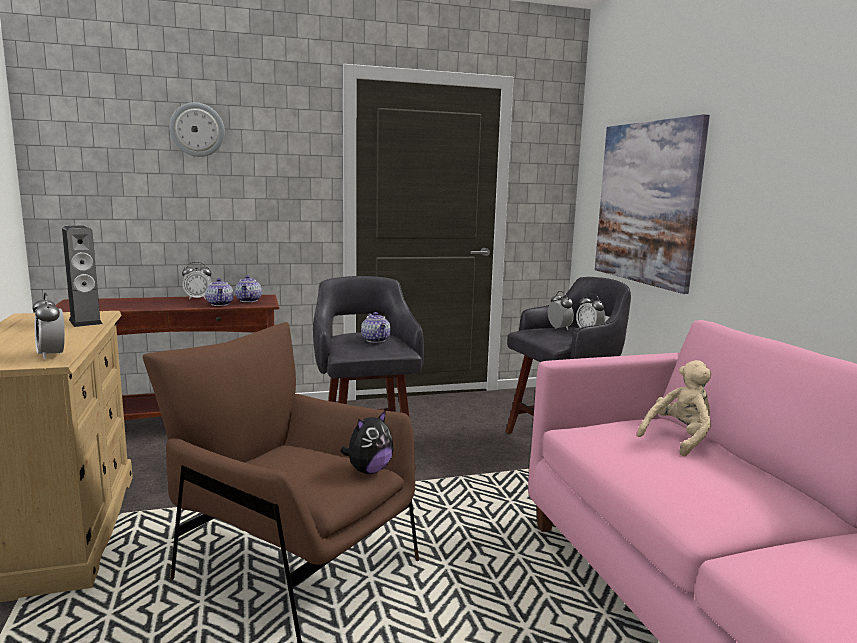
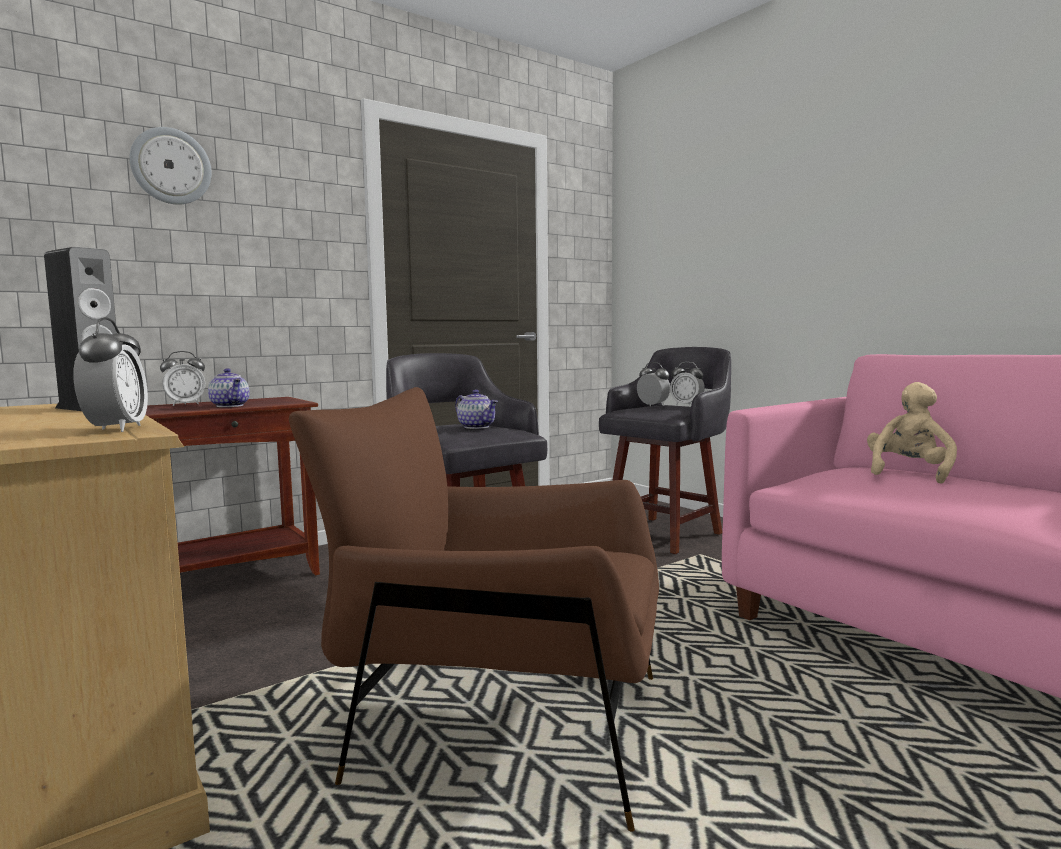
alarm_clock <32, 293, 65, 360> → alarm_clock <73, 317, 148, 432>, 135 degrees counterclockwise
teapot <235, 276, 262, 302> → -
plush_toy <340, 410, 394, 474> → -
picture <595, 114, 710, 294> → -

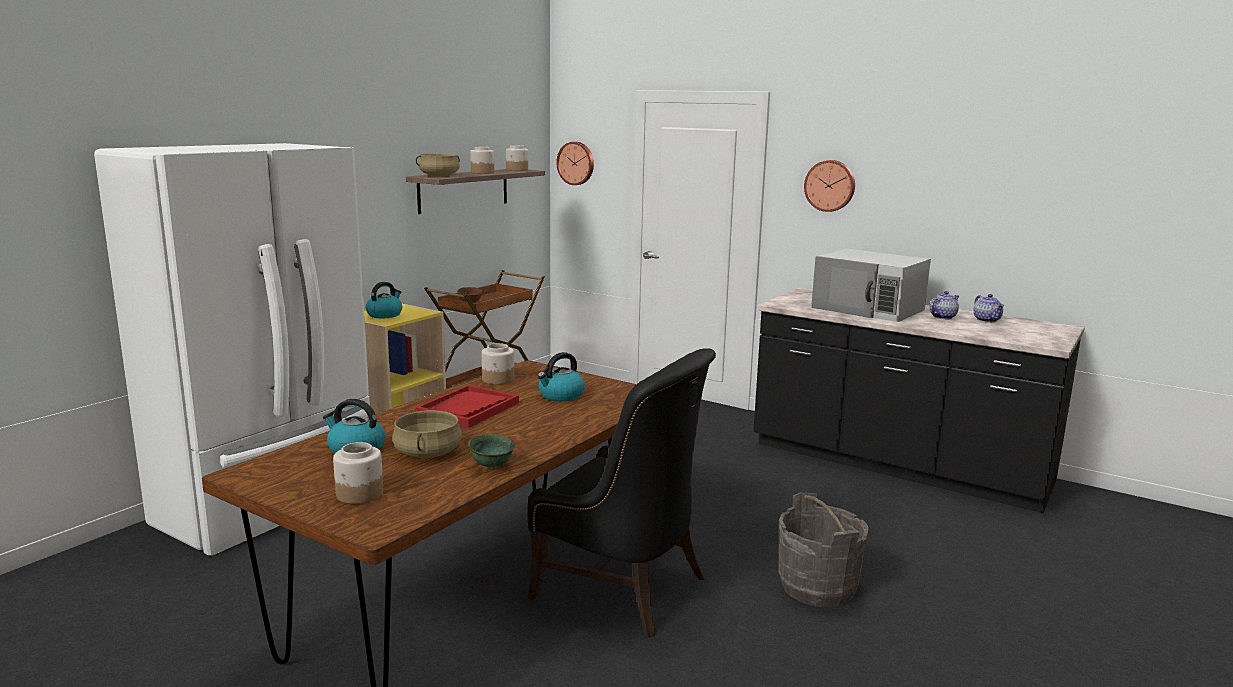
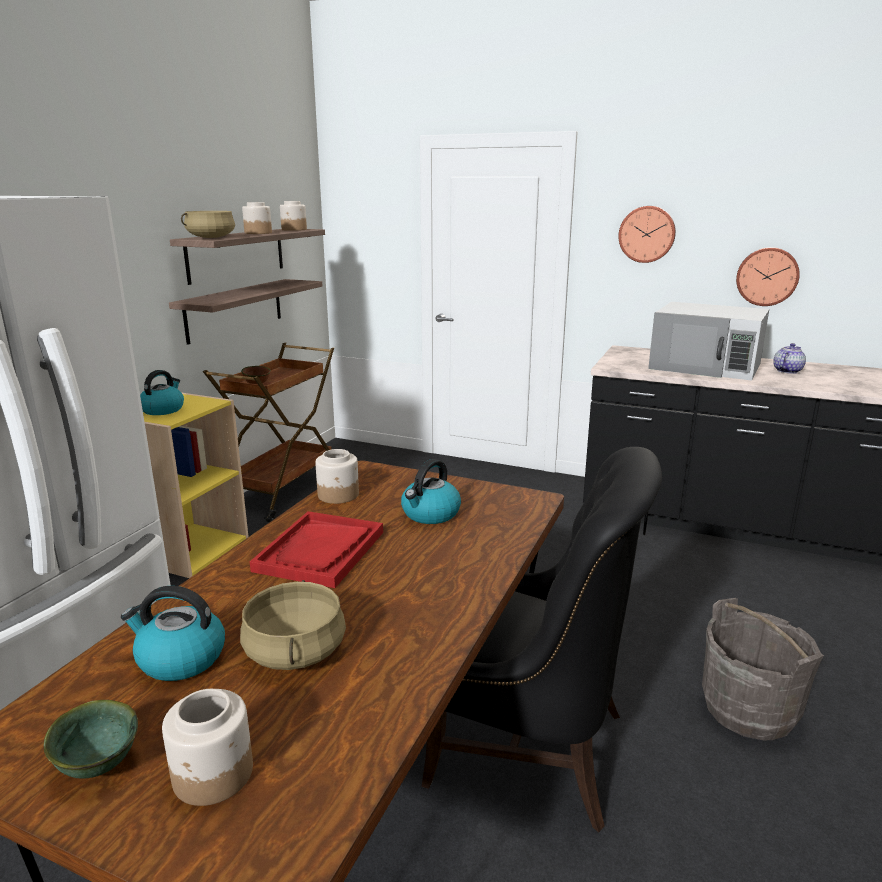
green_bowl <469, 434, 515, 469> → green_bowl <44, 700, 138, 779>, moved
wall_clock <556, 142, 594, 185> → wall_clock <736, 247, 800, 306>, moved
teapot <973, 294, 1004, 323> → -
- → shelf <169, 279, 322, 345>

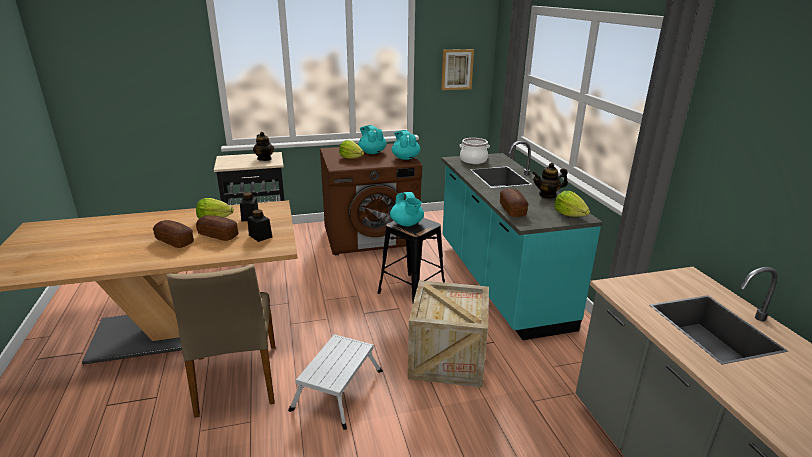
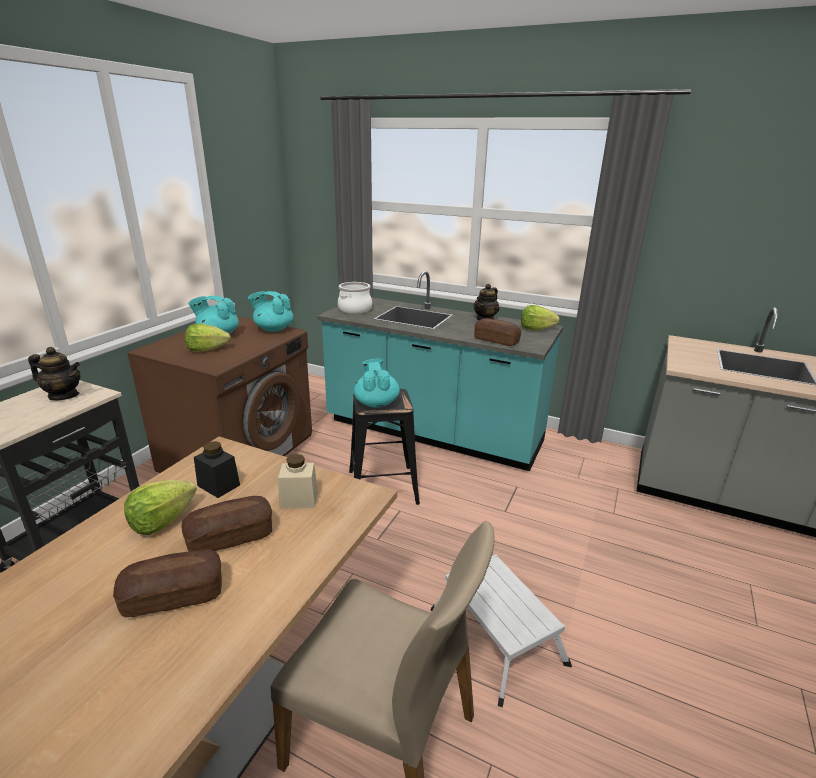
black_jar <247, 209, 272, 242> → beige_jar <278, 454, 318, 509>
turquoise_teapot <390, 192, 424, 226> → turquoise_teapot <354, 358, 400, 407>, 120 degrees counterclockwise
crate <408, 280, 489, 388> → -
picture <441, 49, 474, 90> → -

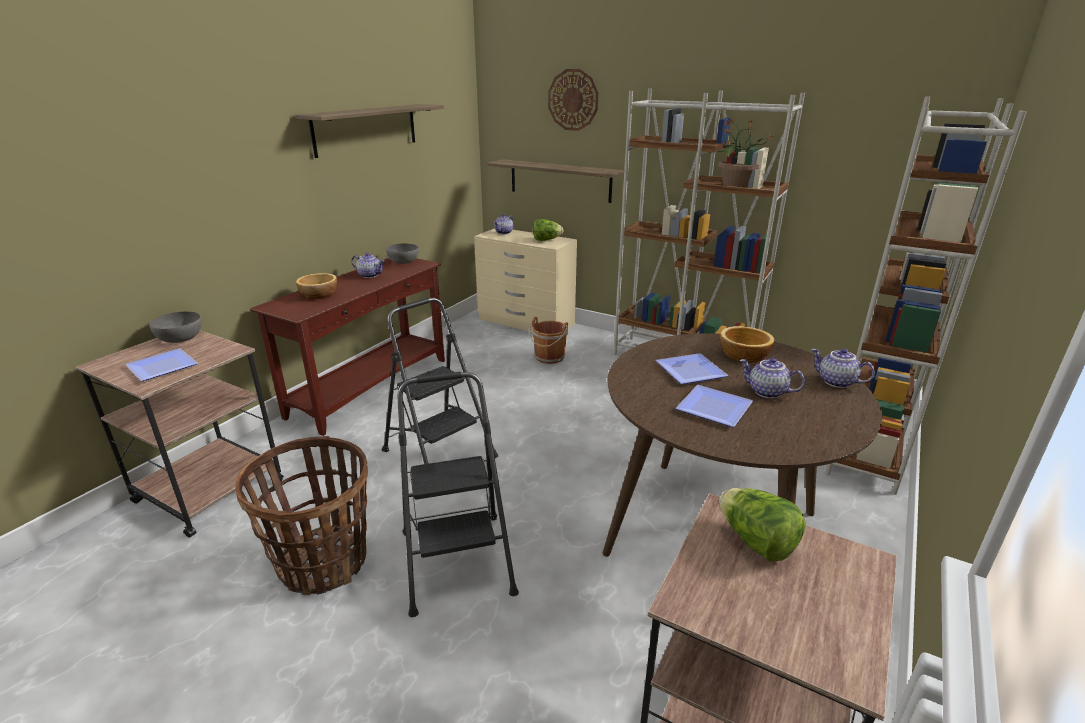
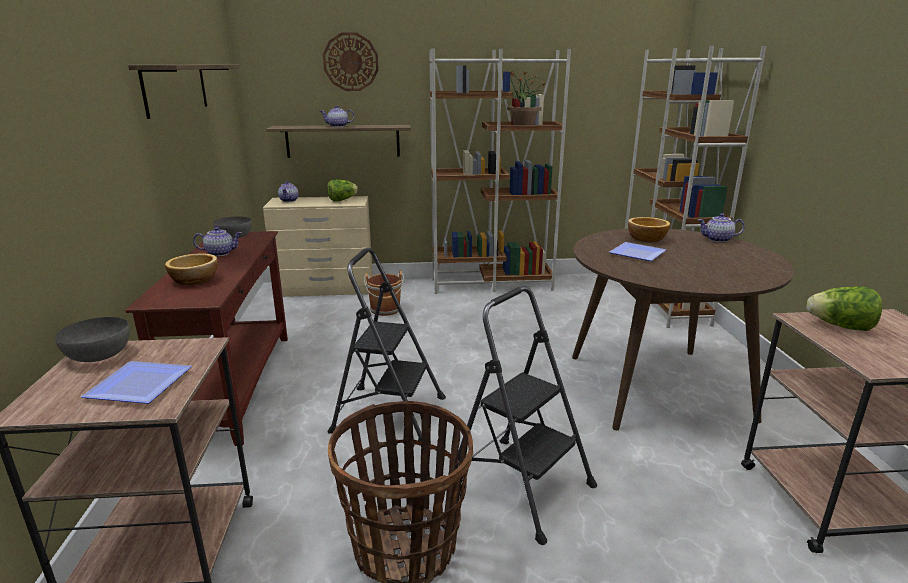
plate <676, 385, 753, 427> → -
teapot <740, 358, 805, 398> → teapot <320, 105, 355, 127>, moved

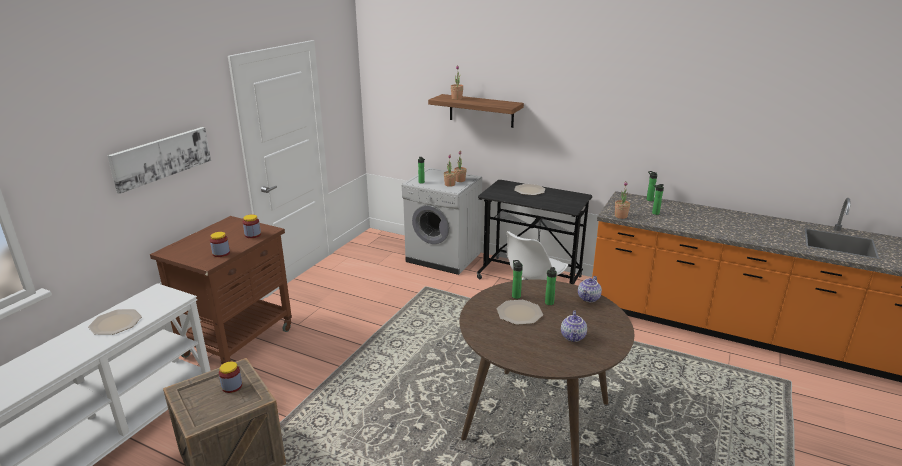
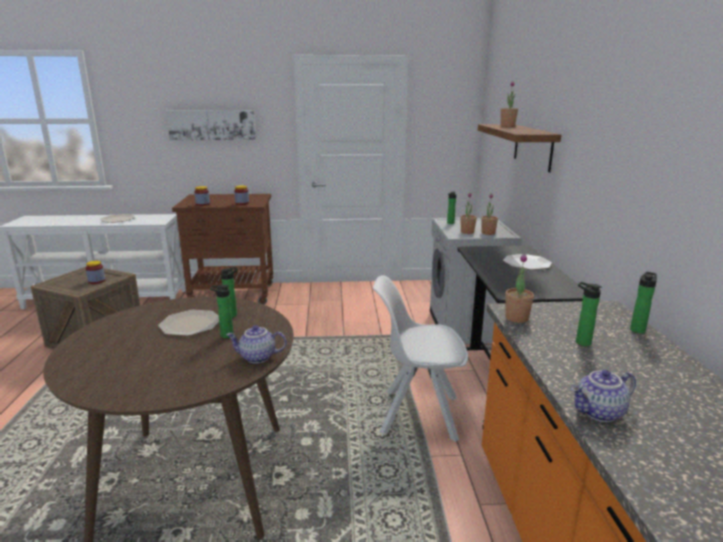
teapot <561, 310, 587, 342> → teapot <571, 370, 636, 422>, moved

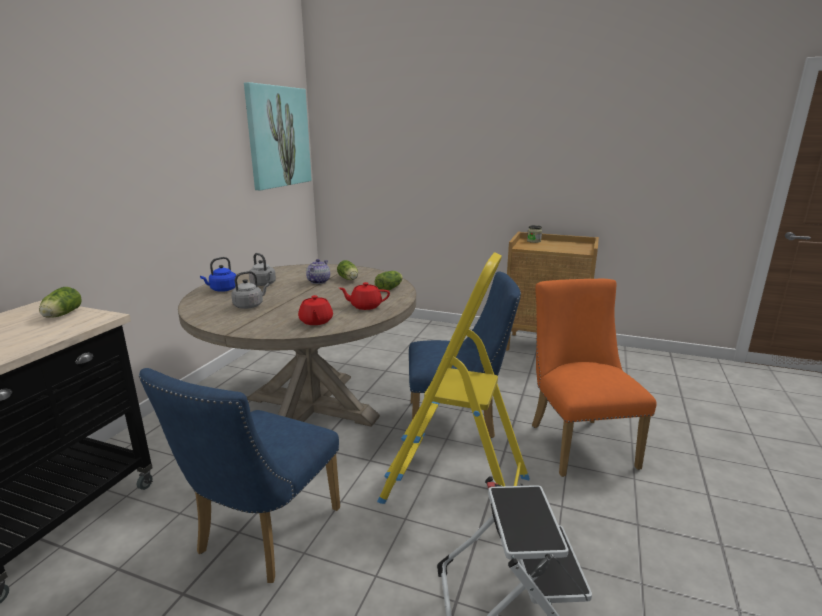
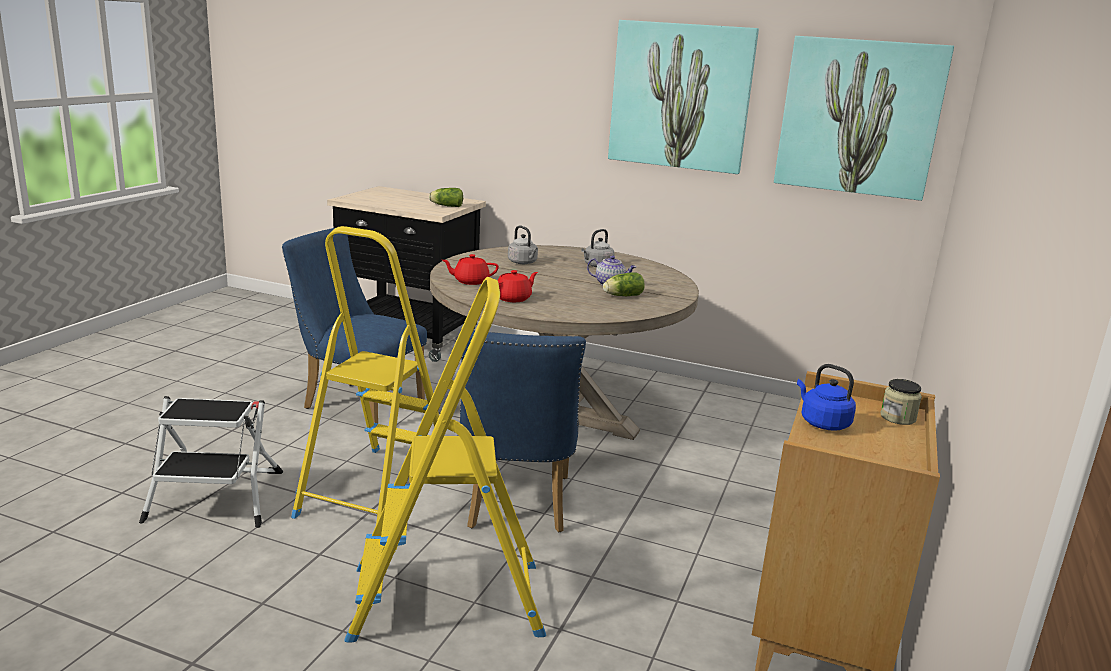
blue_kettle <200, 257, 236, 292> → blue_kettle <797, 364, 856, 431>, moved
red_teapot <339, 282, 390, 310> → red_teapot <498, 270, 538, 302>, 45 degrees clockwise
lettuce <375, 271, 403, 291> → -
orange_chair <532, 279, 657, 477> → yellow_step_ladder <344, 277, 546, 643>
- → picture <608, 20, 759, 174>

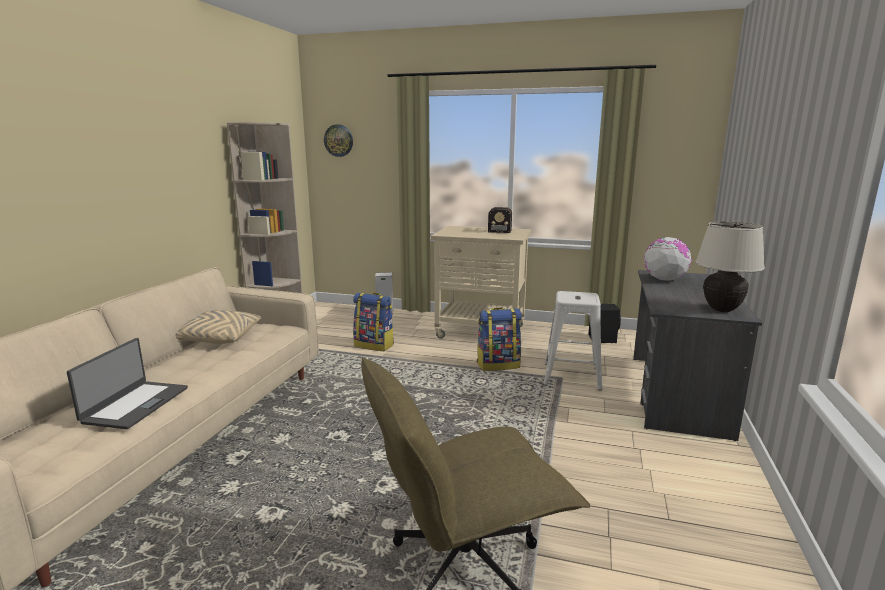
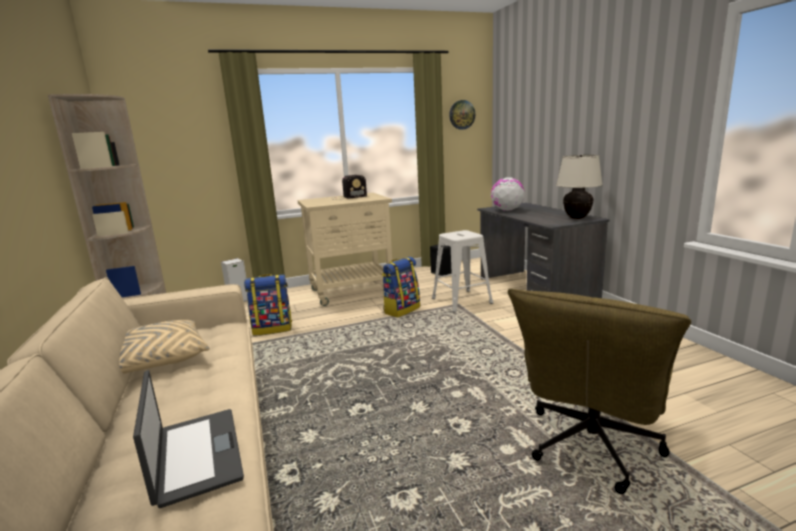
wall_clock <324, 125, 353, 157> → wall_clock <449, 100, 475, 130>, moved

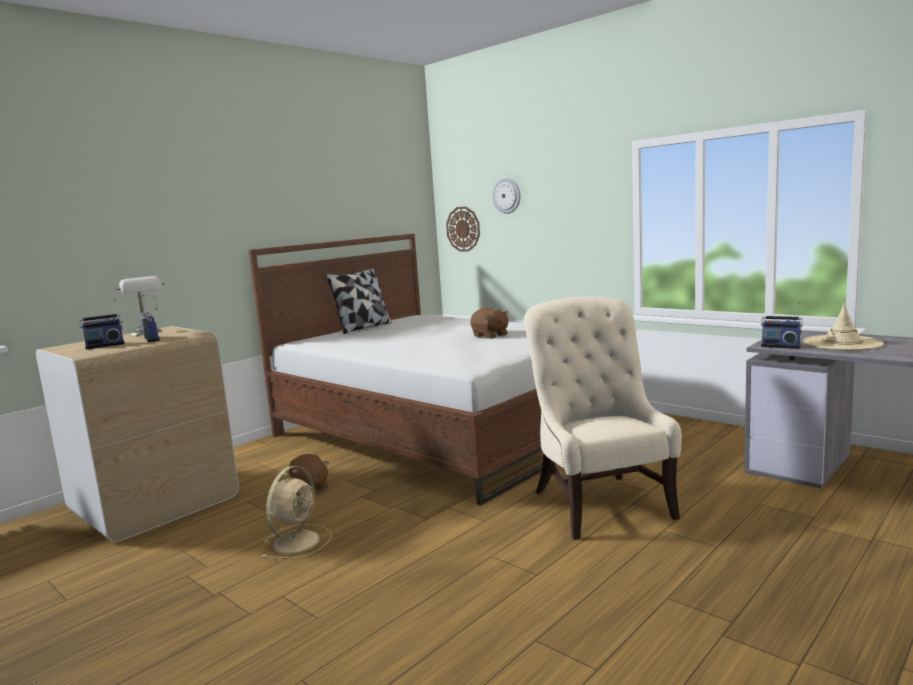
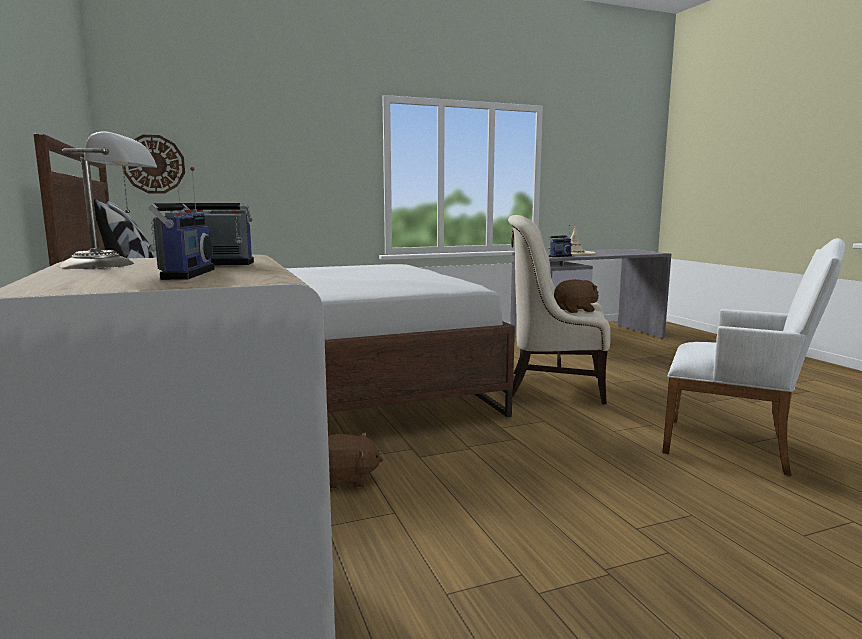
beige_fan <261, 466, 332, 559> → -
brown_plush_toy <470, 308, 508, 339> → brown_plush_toy <554, 279, 599, 313>, moved
wall_clock <492, 178, 520, 214> → -
- → white_armchair <662, 238, 845, 476>

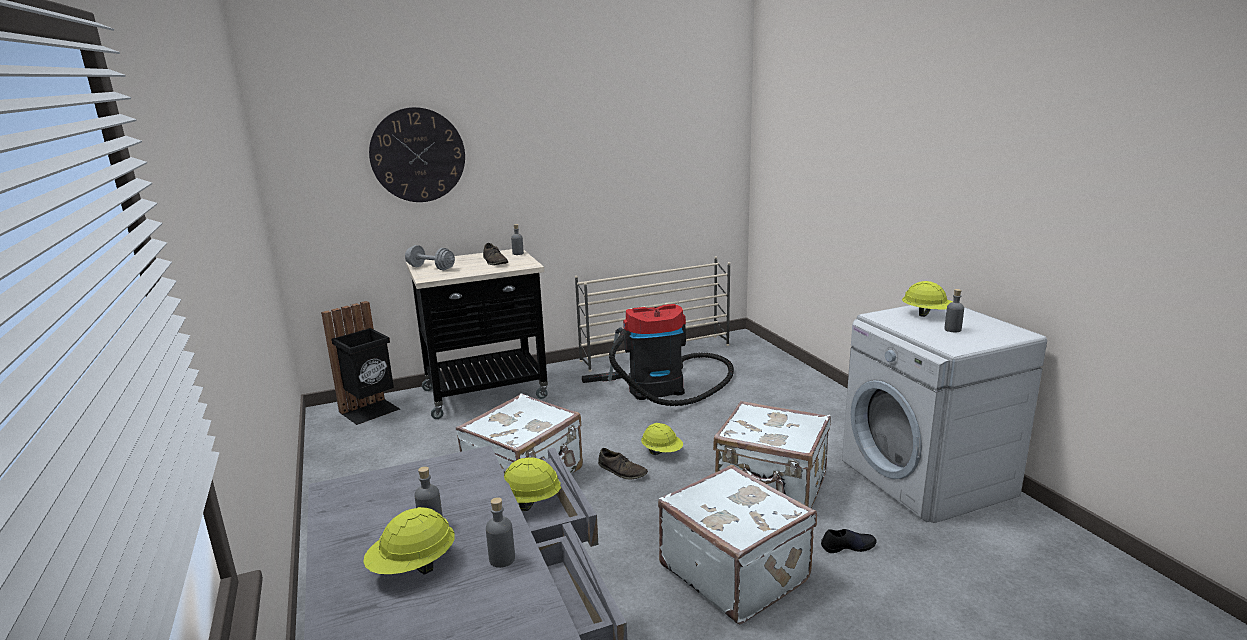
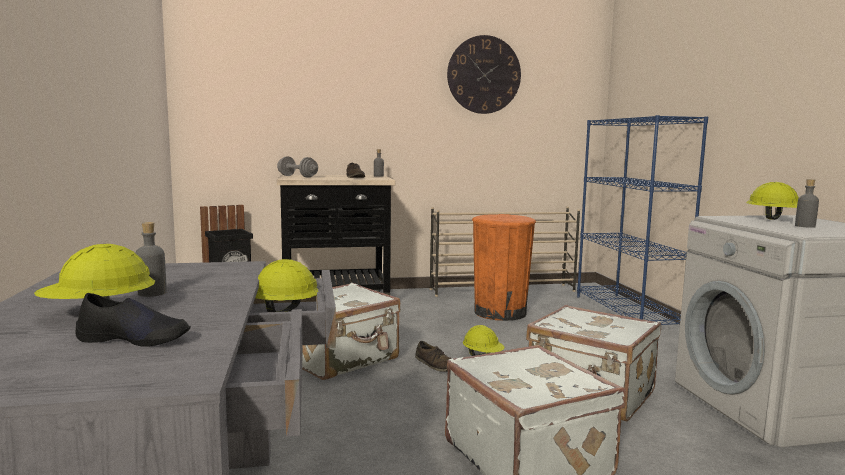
wall_clock <369, 107, 465, 202> → wall_clock <447, 35, 521, 114>, moved
grey_bottle <486, 497, 515, 568> → -
vacuum_cleaner <582, 304, 734, 406> → orange_trash_can <472, 214, 536, 321>
black_shoe <821, 529, 877, 553> → black_shoe <75, 293, 191, 347>, moved
- → blue_bookcase <577, 115, 708, 325>

